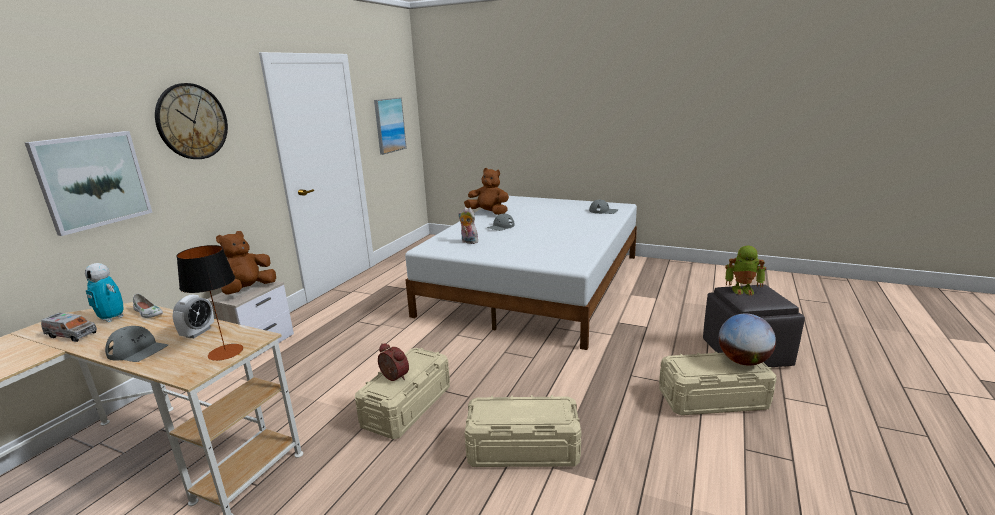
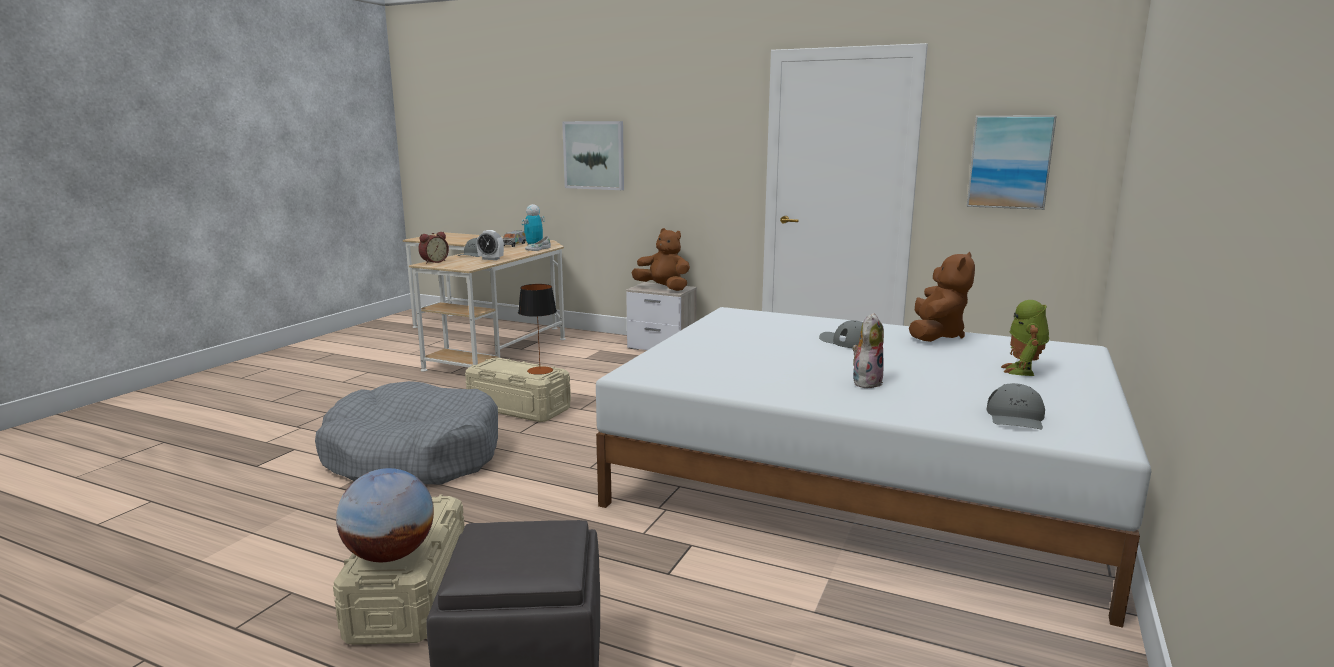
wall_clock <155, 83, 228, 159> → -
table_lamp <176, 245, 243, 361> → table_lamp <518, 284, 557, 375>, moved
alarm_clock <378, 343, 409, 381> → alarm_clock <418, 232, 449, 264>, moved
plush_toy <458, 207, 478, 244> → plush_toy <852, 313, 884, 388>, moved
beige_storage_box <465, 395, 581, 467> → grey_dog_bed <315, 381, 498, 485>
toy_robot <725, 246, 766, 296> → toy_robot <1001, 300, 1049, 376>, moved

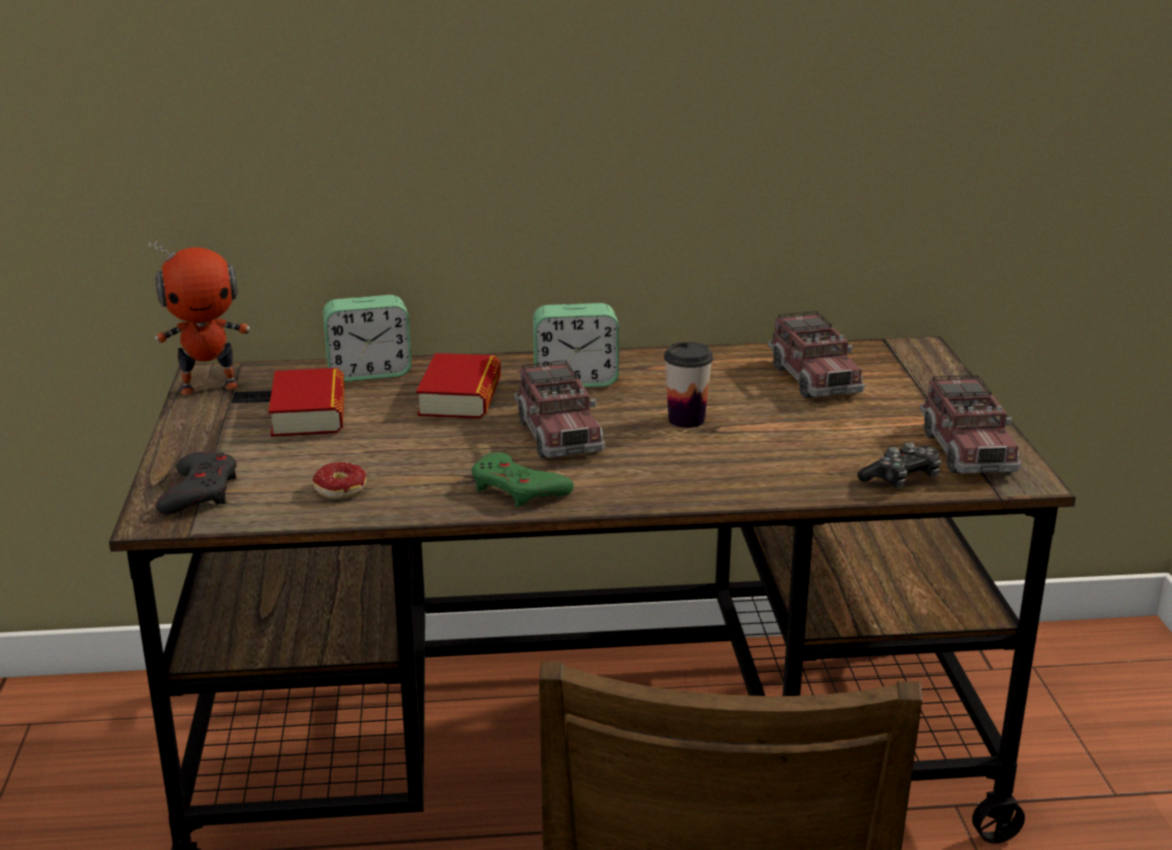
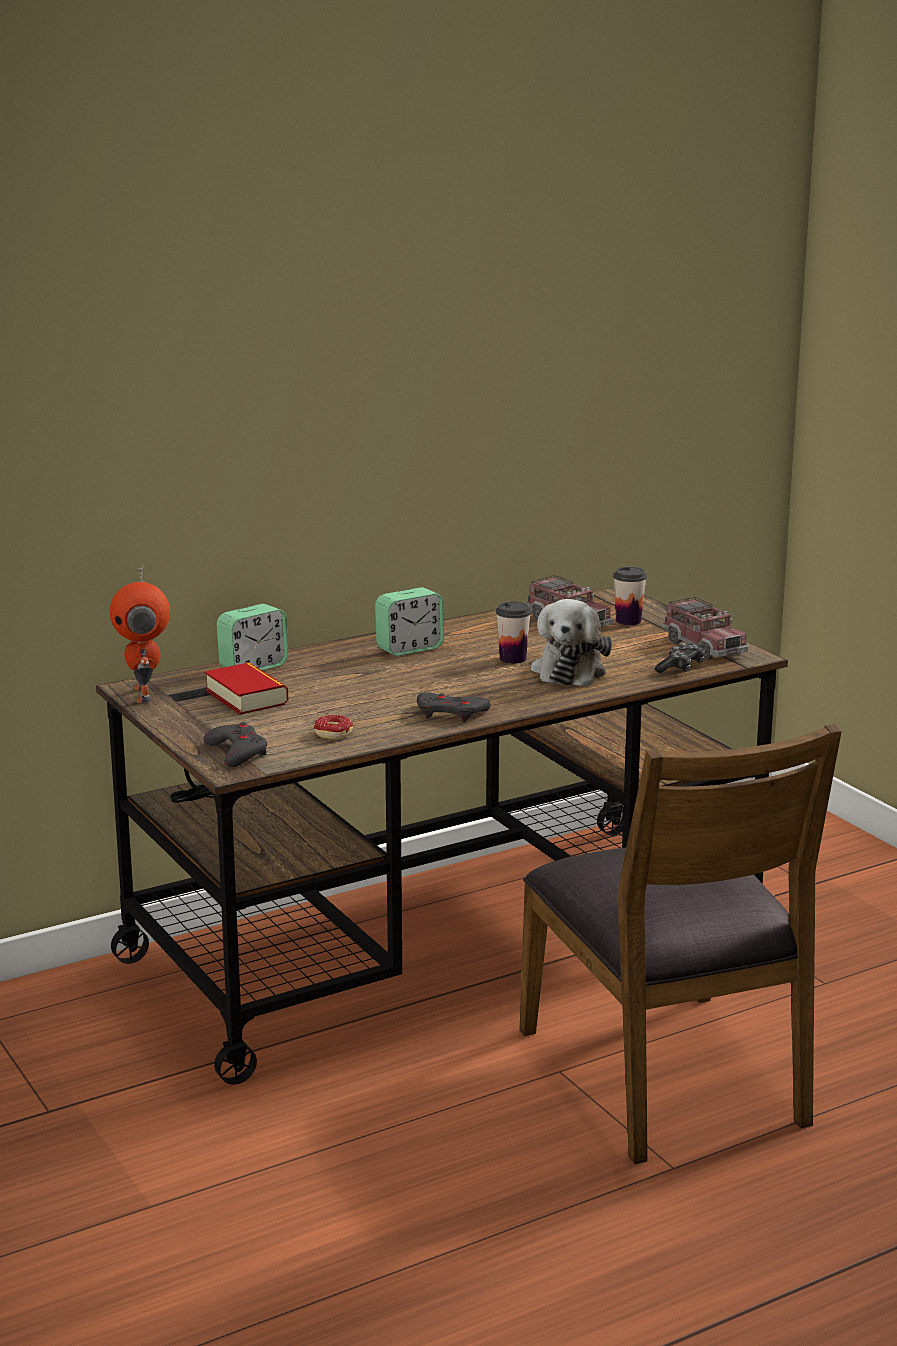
toy_robot <149, 238, 250, 395> → toy_robot <110, 565, 170, 703>, 120 degrees clockwise
book <416, 353, 501, 419> → -
green_game_controller <472, 452, 574, 507> → grey_game_controller <417, 692, 490, 722>
toy_truck <514, 360, 605, 458> → -
- → plush_toy <531, 599, 612, 686>
- → cup <613, 567, 647, 625>

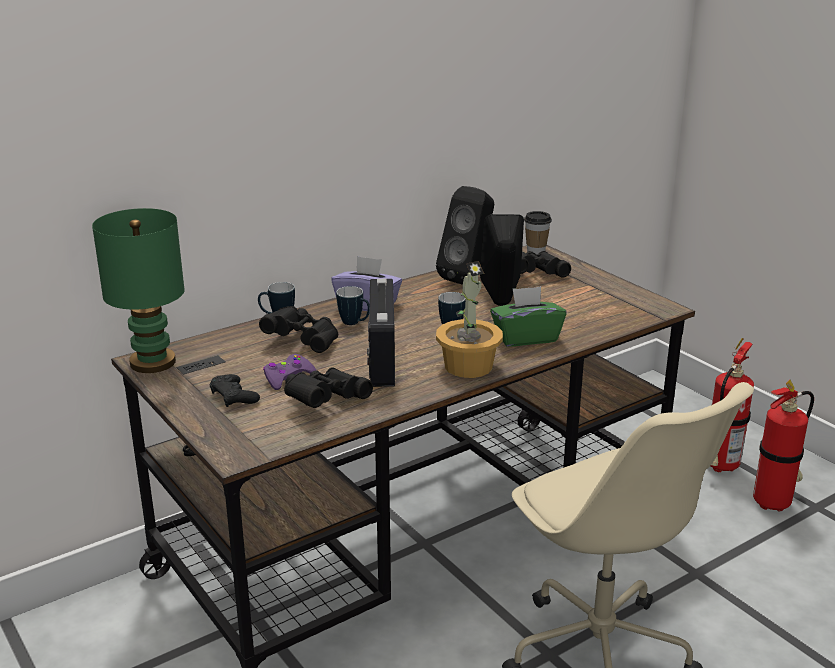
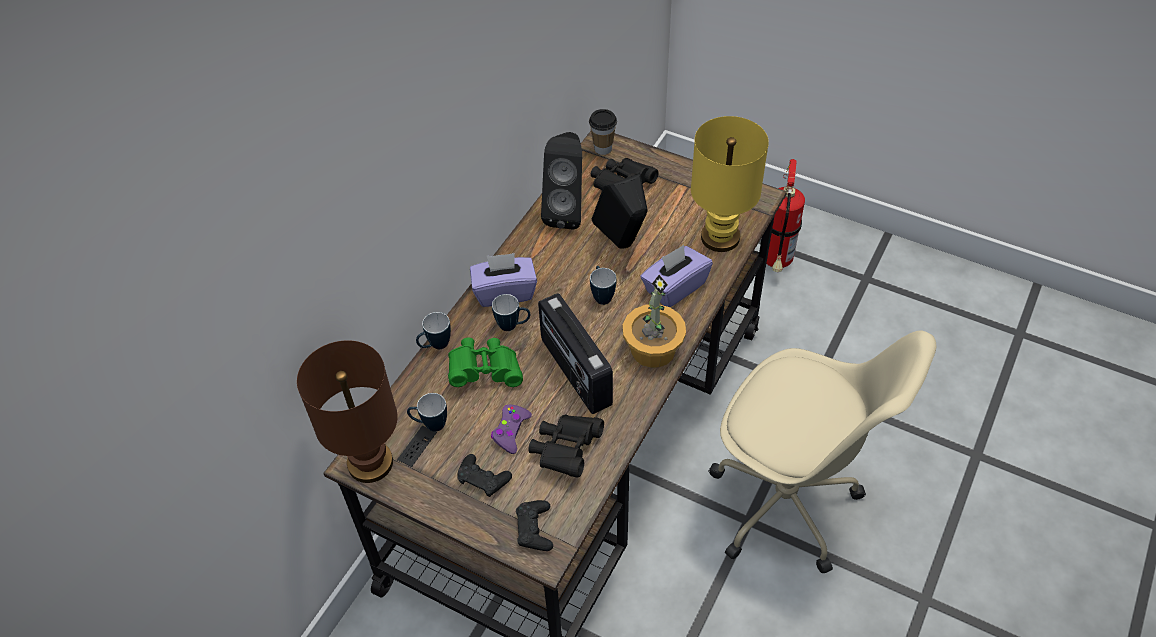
green_table_lamp <92, 208, 185, 373> → brown_table_lamp <297, 340, 398, 483>
black_binoculars <259, 306, 338, 353> → green_binoculars <448, 337, 523, 387>
green_tissue_box <490, 286, 567, 347> → purple_tissue_box <640, 245, 713, 307>
fire_extinguisher <753, 380, 814, 512> → -
- → mug <407, 393, 447, 432>
- → black_game_controller <516, 500, 553, 551>
- → yellow_table_lamp <691, 116, 769, 252>

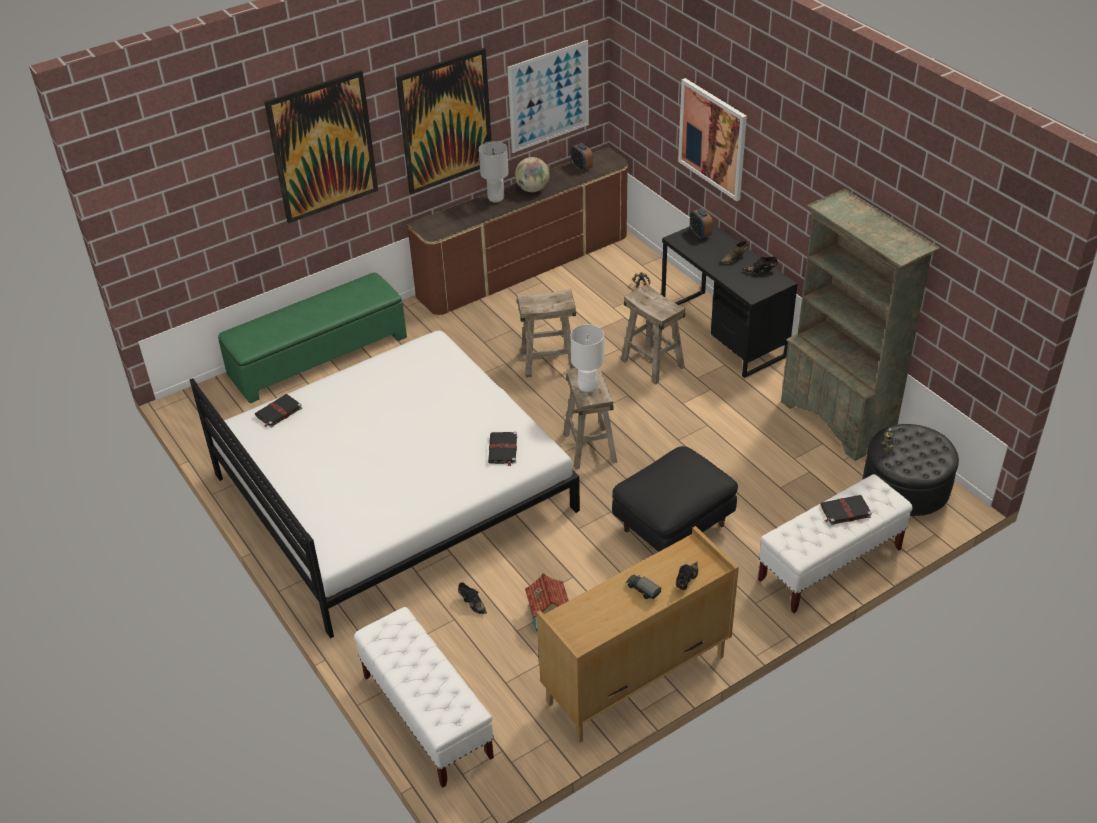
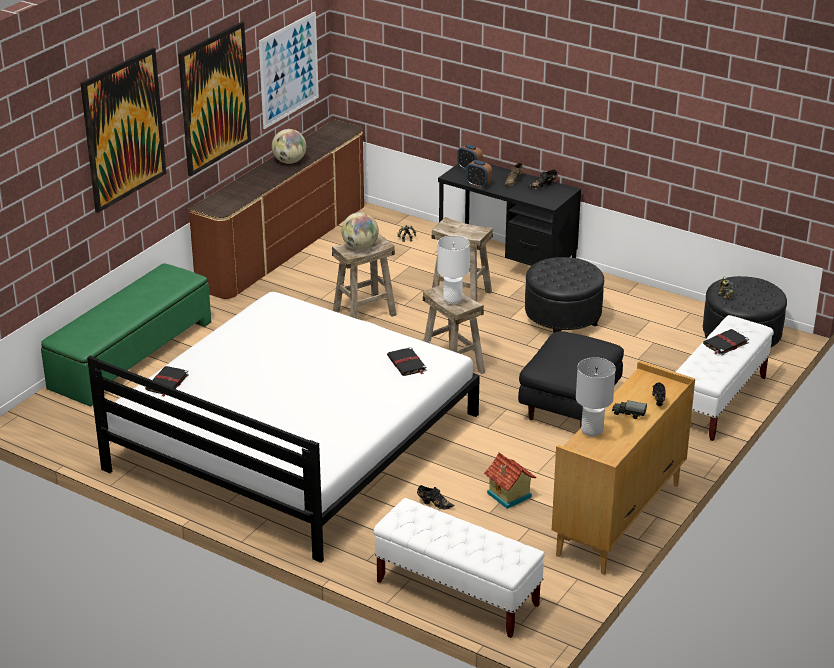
grey_table_lamp <479, 141, 509, 203> → grey_table_lamp <576, 357, 616, 437>, moved
alarm_clock <571, 143, 593, 171> → alarm_clock <466, 160, 492, 188>, moved
picture <678, 78, 747, 201> → -
green_bookcase <781, 189, 941, 461> → -
- → globe <341, 212, 379, 250>
- → black_ottoman <525, 257, 604, 333>

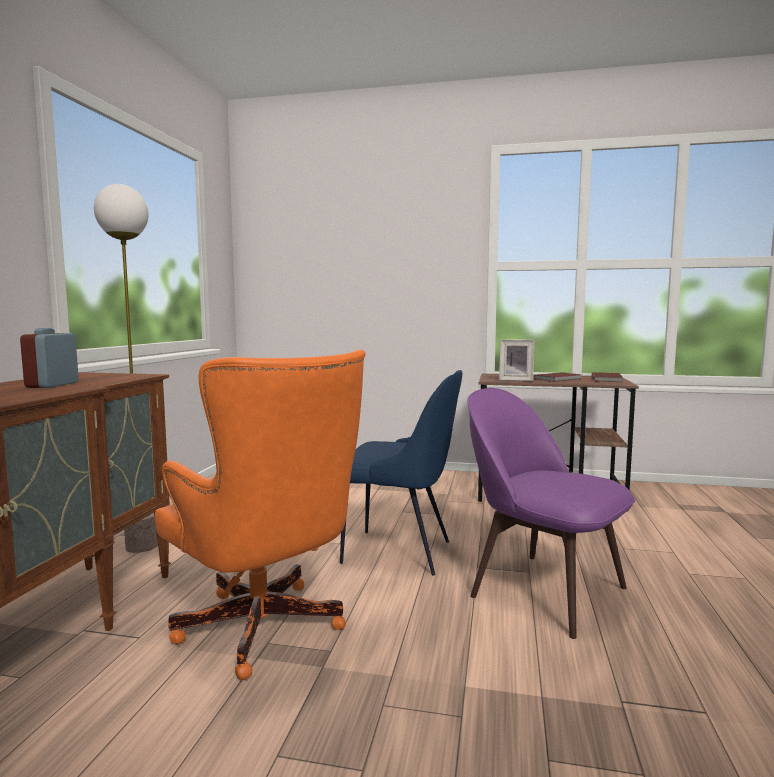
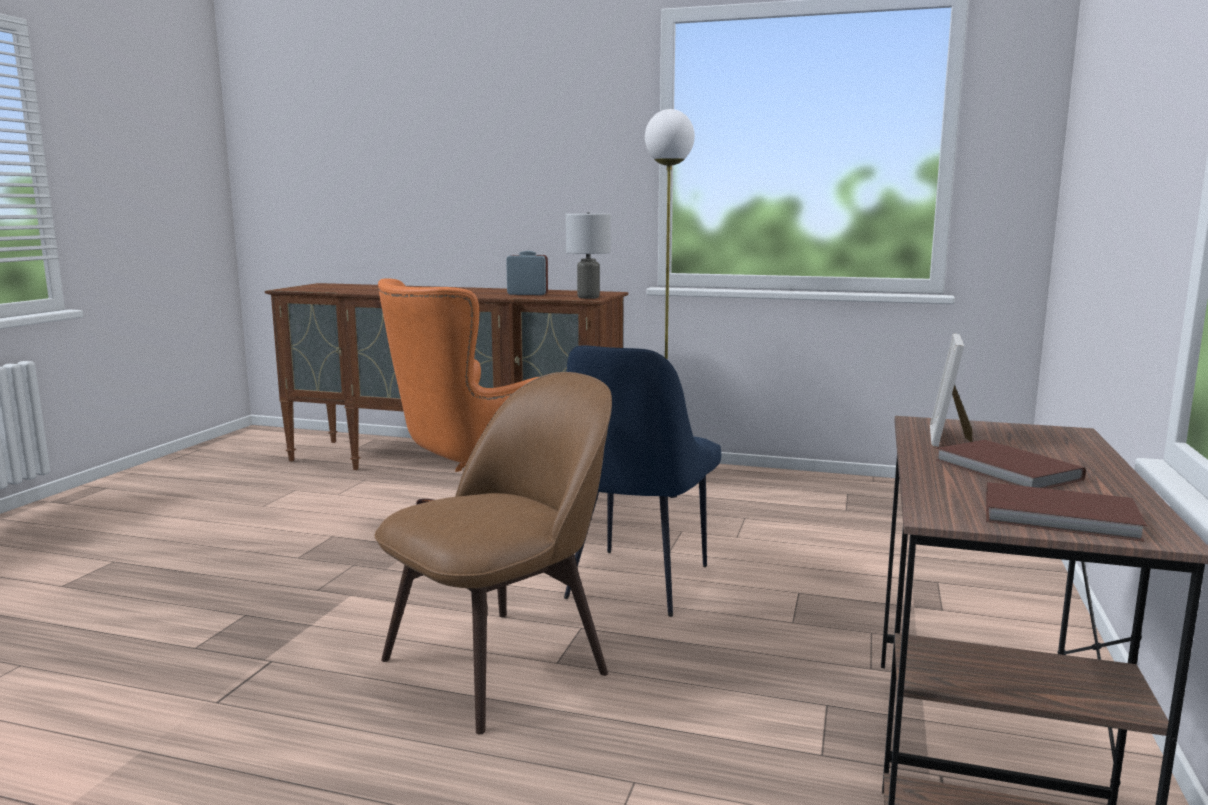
purple_chair <468, 388, 635, 639> → brown_chair <375, 372, 612, 735>
- → white_table_lamp <566, 212, 611, 299>

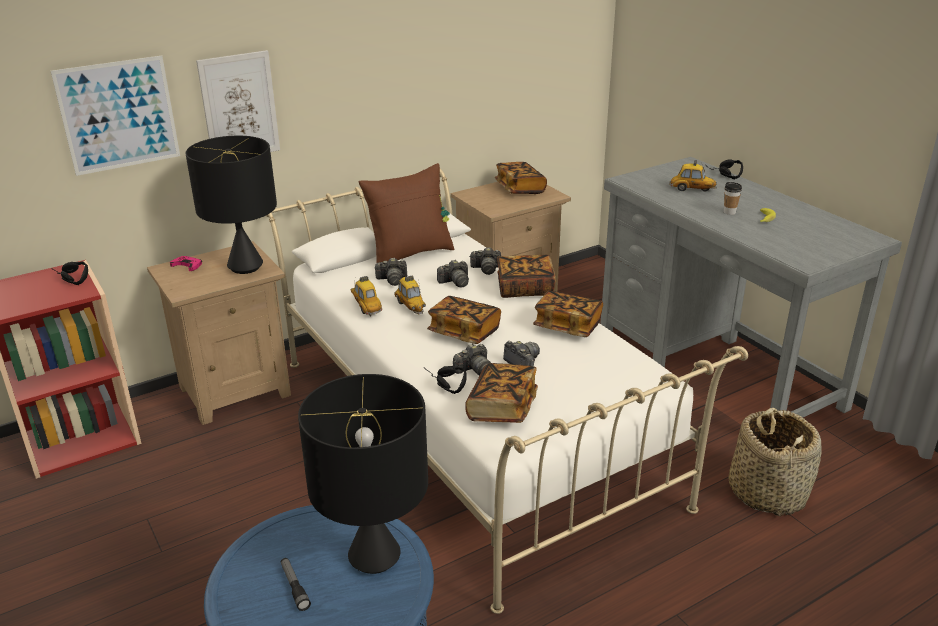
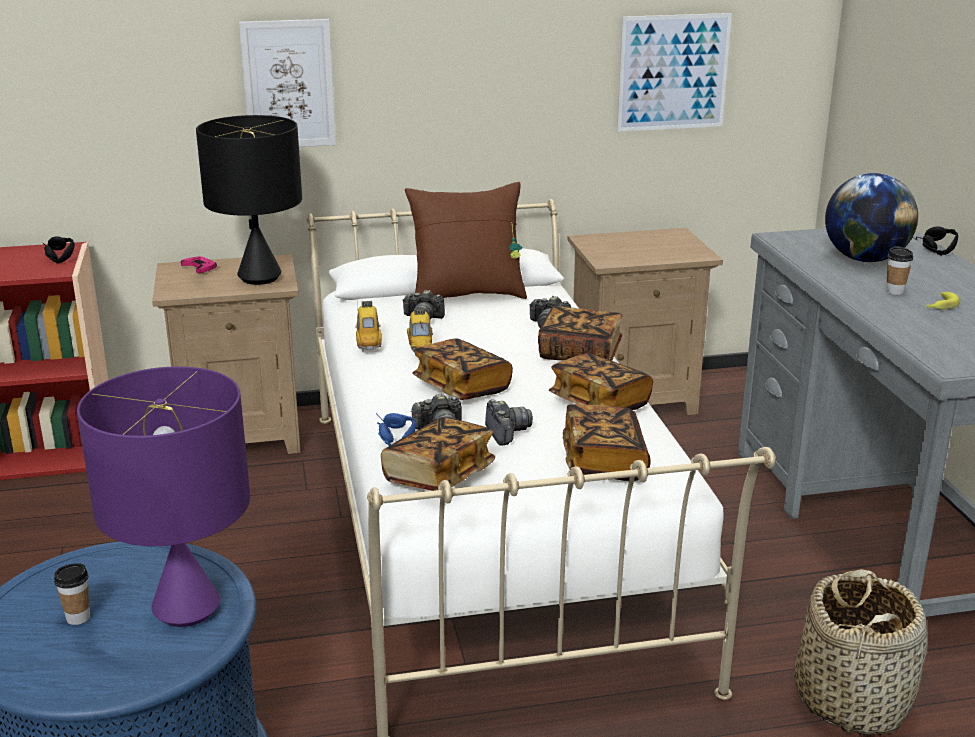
picture <51, 55, 180, 176> → picture <617, 13, 732, 132>, moved
flashlight <281, 558, 311, 611> → cup <54, 563, 90, 625>
black_table_lamp <298, 374, 428, 574> → purple_table_lamp <77, 366, 250, 627>
black_headphones <423, 366, 466, 394> → blue_headphones <376, 413, 416, 446>
photo_camera <437, 259, 469, 287> → -
book <495, 162, 547, 194> → book <563, 404, 651, 481>, moved
toy_car <669, 160, 717, 192> → globe <825, 173, 918, 262>

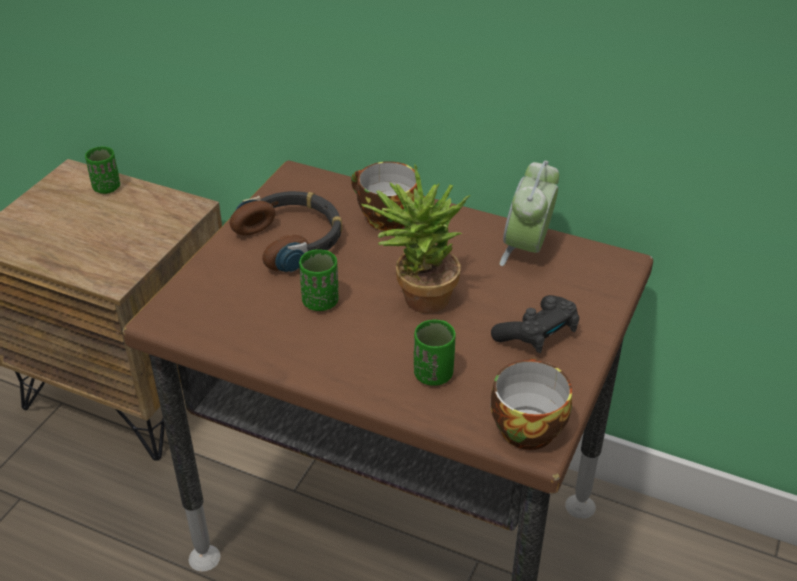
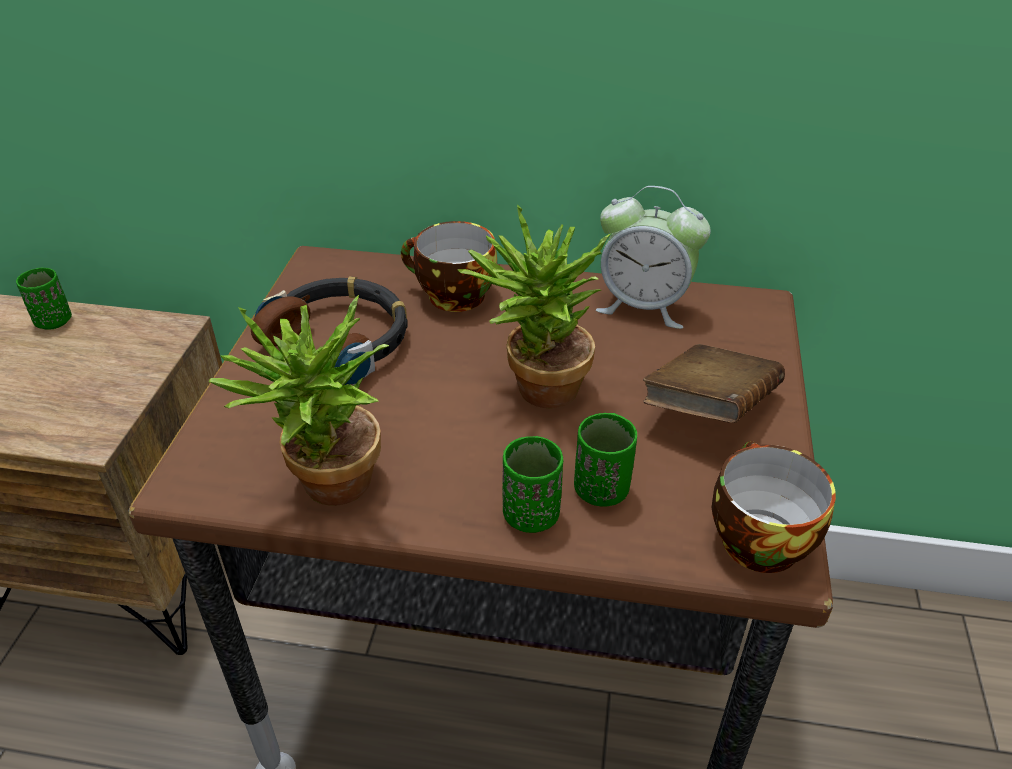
green_cup <299, 249, 338, 311> → green_cup <502, 436, 563, 533>, moved
black_game_controller <491, 295, 579, 353> → brown_book <643, 344, 785, 423>
alarm_clock <500, 160, 559, 266> → alarm_clock <596, 186, 711, 329>, 75 degrees counterclockwise
- → potted_plant <209, 295, 389, 506>

